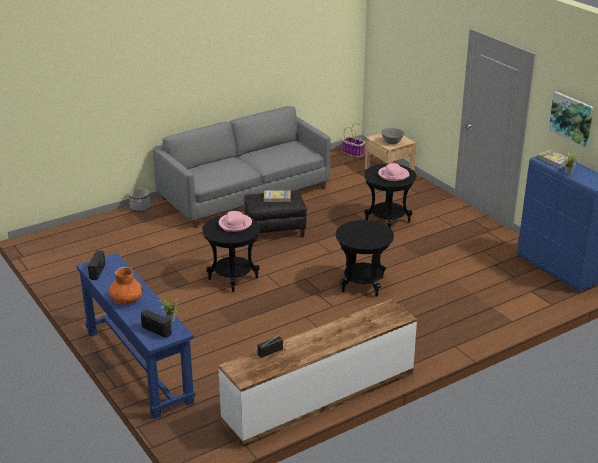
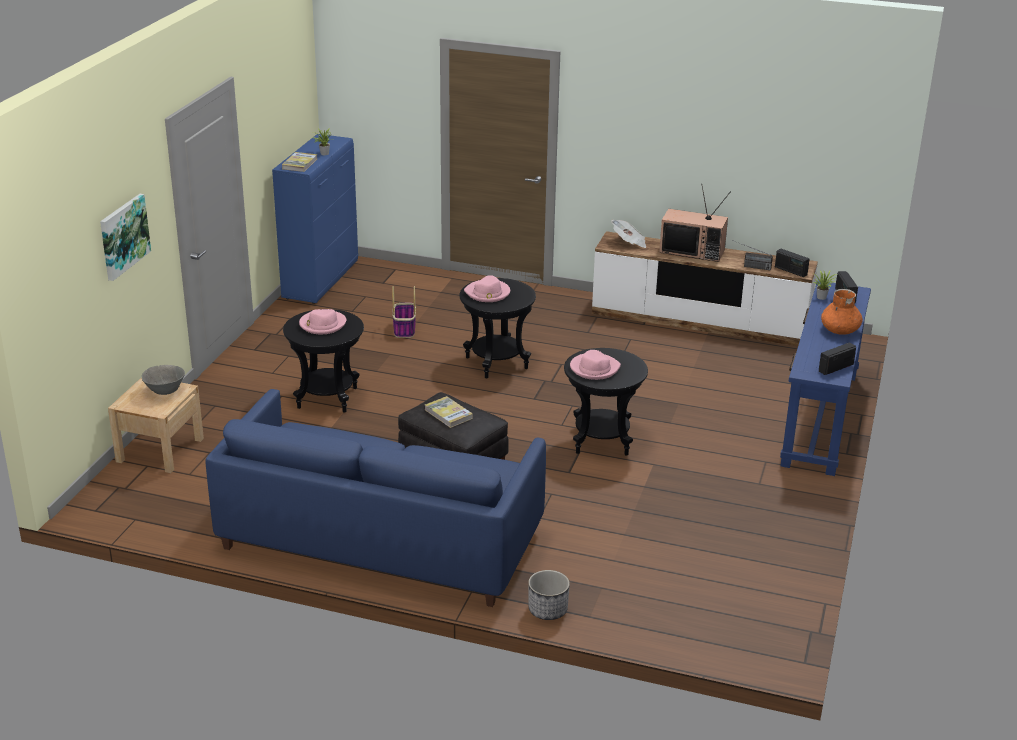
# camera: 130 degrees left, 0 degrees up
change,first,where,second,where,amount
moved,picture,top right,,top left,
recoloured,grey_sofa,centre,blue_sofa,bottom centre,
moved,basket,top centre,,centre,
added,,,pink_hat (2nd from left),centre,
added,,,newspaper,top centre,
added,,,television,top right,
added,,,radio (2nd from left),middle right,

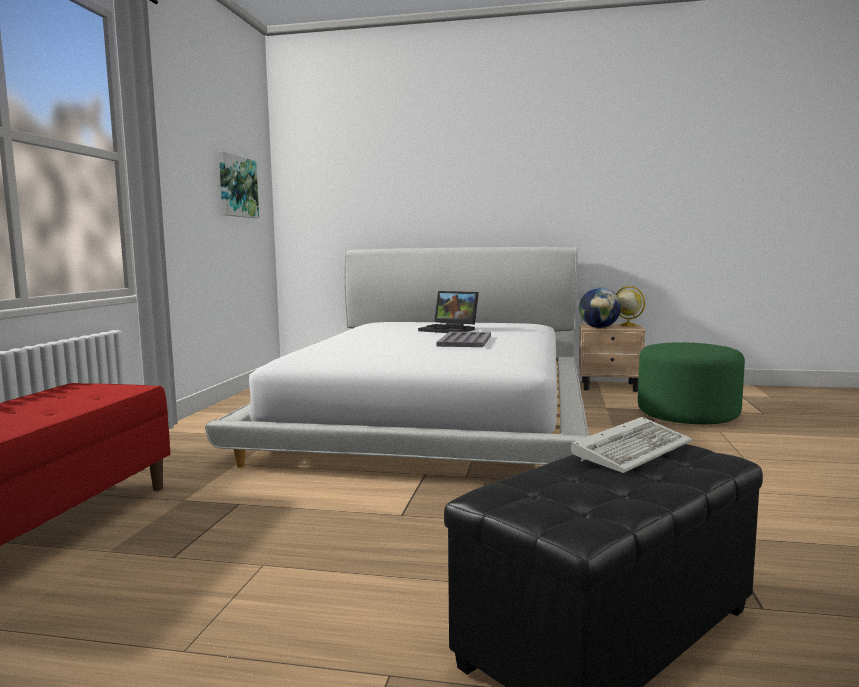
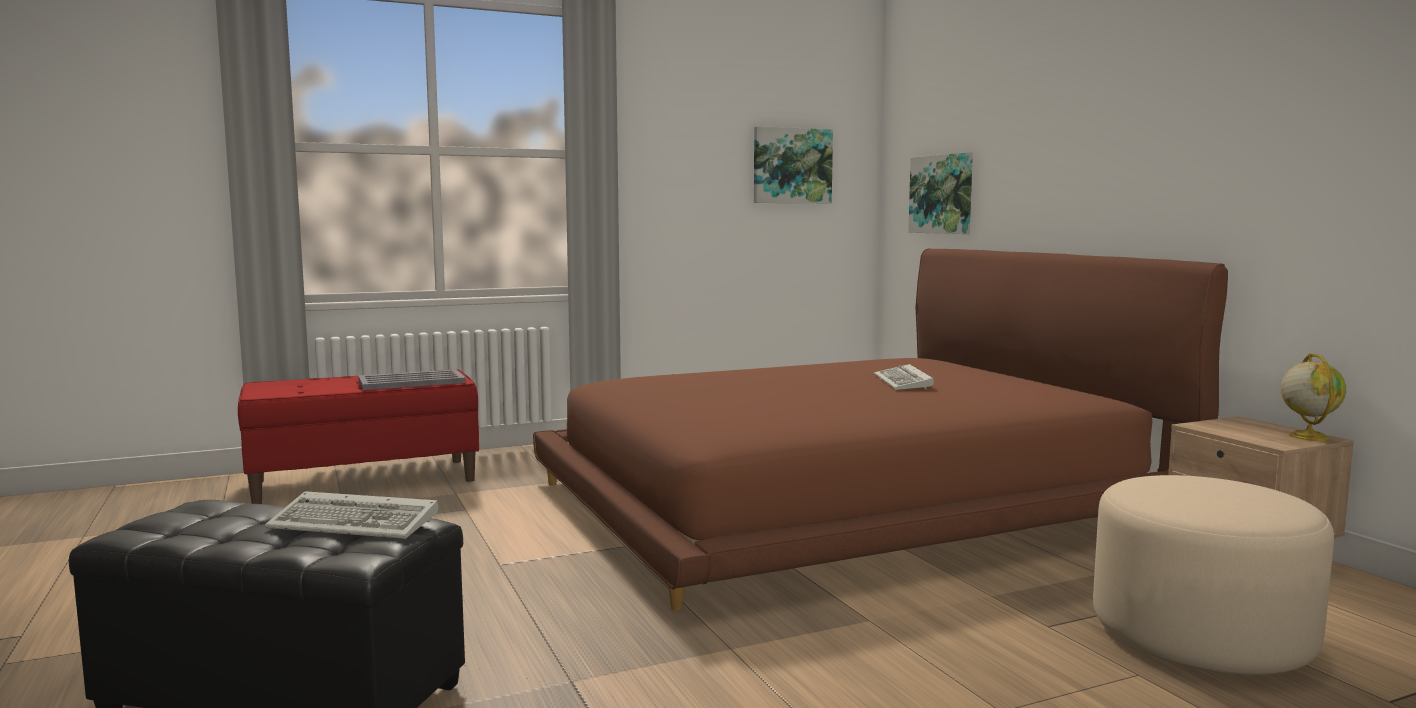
# camera: 55 degrees right, 0 degrees up
change,first,where,second,where,amount
moved,grey_tray,centre,,middle left,
recoloured,white_bed,centre,brown_bed,centre,
replaced,laptop,centre,keyboard (2nd from left),centre,
added,,,picture (2nd from left),top centre,
recoloured,green_ottoman,middle right,beige_ottoman,bottom right,
removed,globe (1st from left),middle right,,,

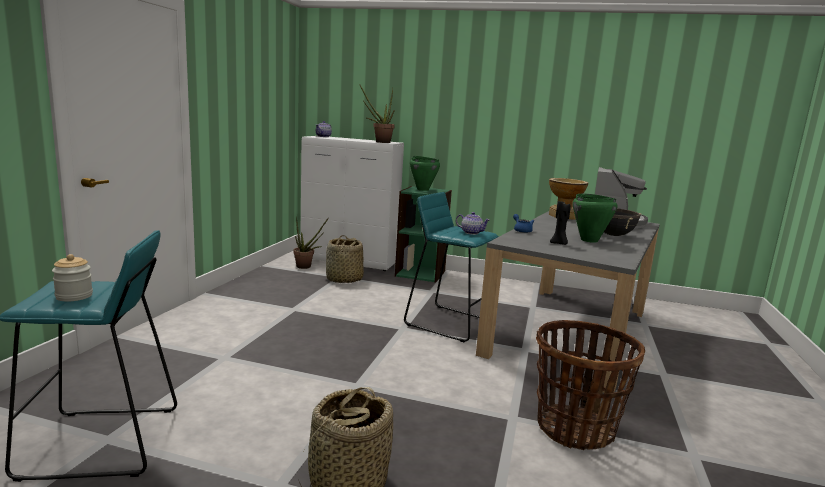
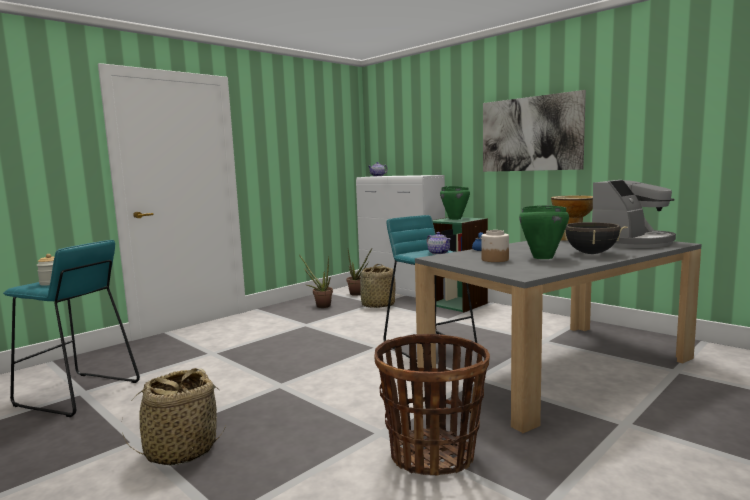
# camera: 30 degrees right, 5 degrees down
change,first,where,second,where,amount
moved,potted_plant (2nd from left in the first image),top centre,potted_plant (1st from left),centre,
replaced,black_candle,middle right,jar (2nd from left),centre,
added,,,picture,top right,

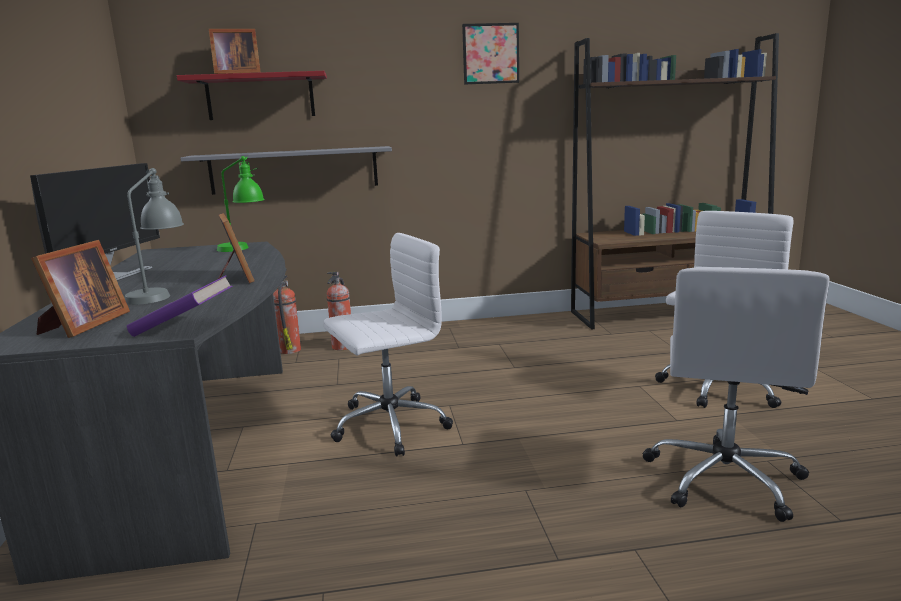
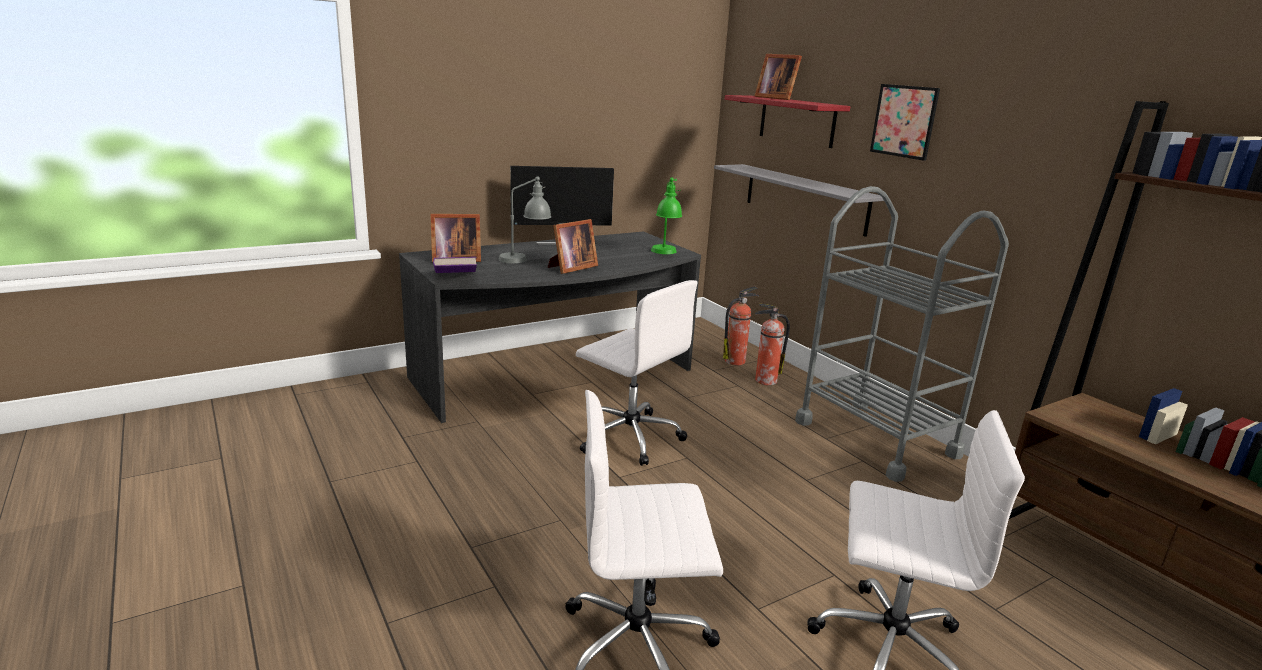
# camera: 65 degrees right, 5 degrees up
change,first,where,second,where,amount
added,,,grey_cart,middle right,
moved,picture,top centre,,top right,

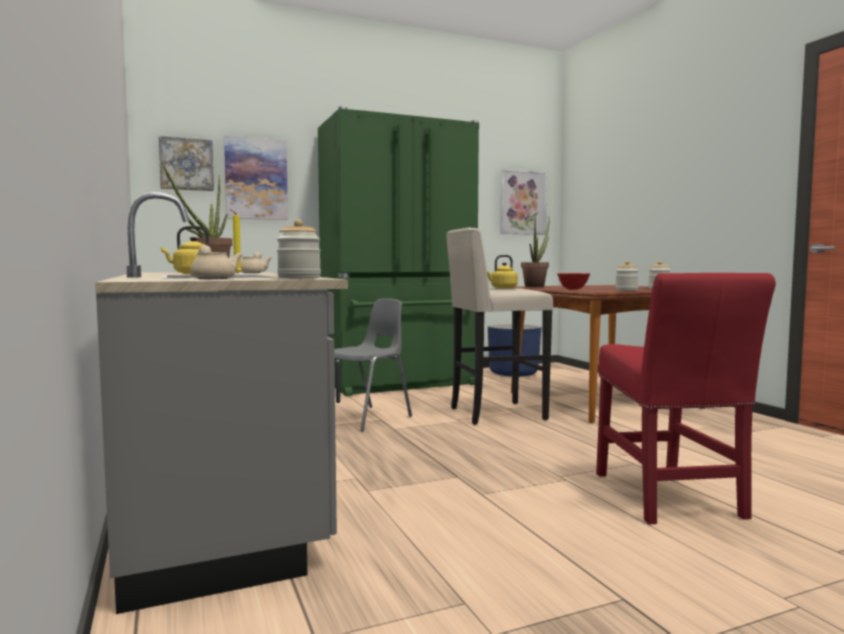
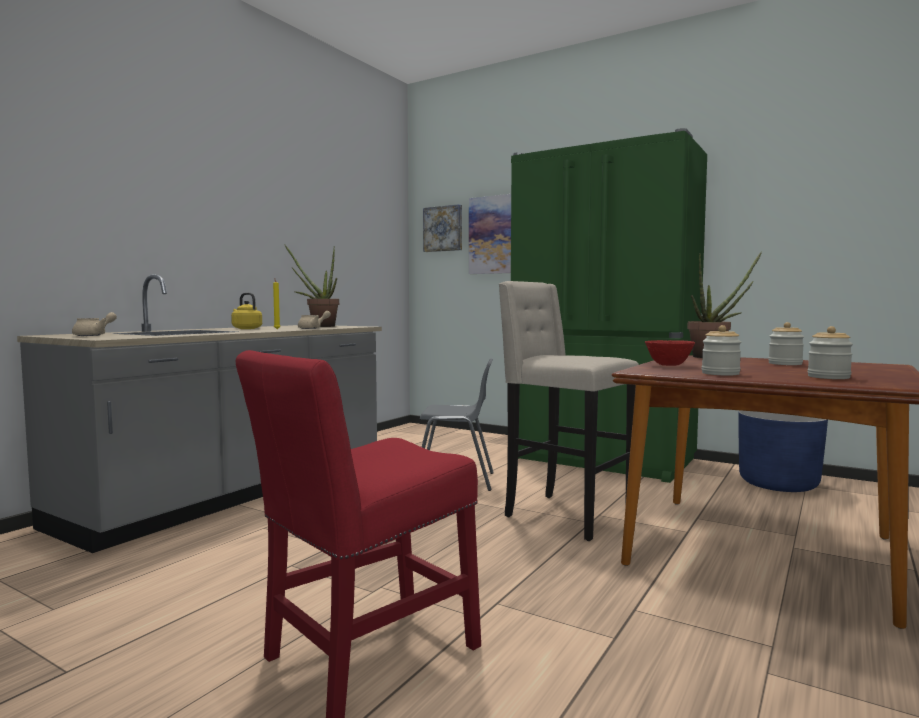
# camera: 55 degrees right, 0 degrees up
change,first,where,second,where,amount
moved,jar (1st from left in the first image),centre,jar (2nd from left),middle right,
removed,yellow_kettle (2nd from left),centre,,,
removed,picture (3rd from left),top centre,,,

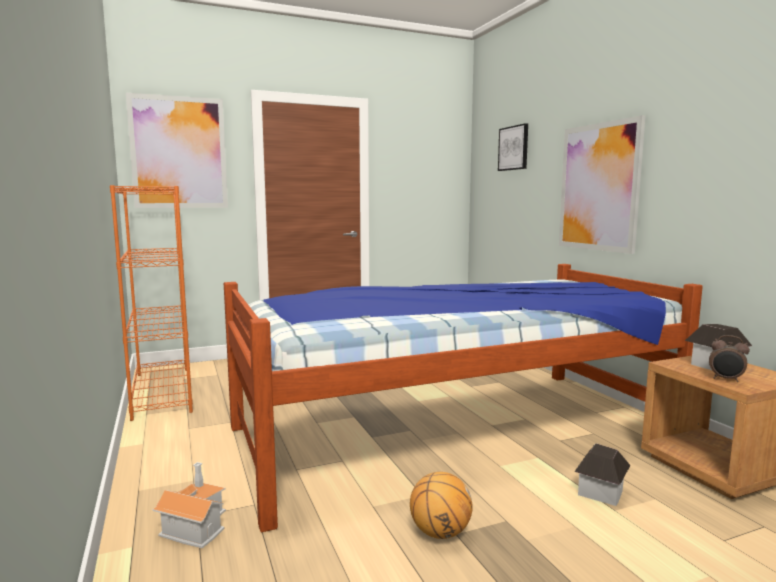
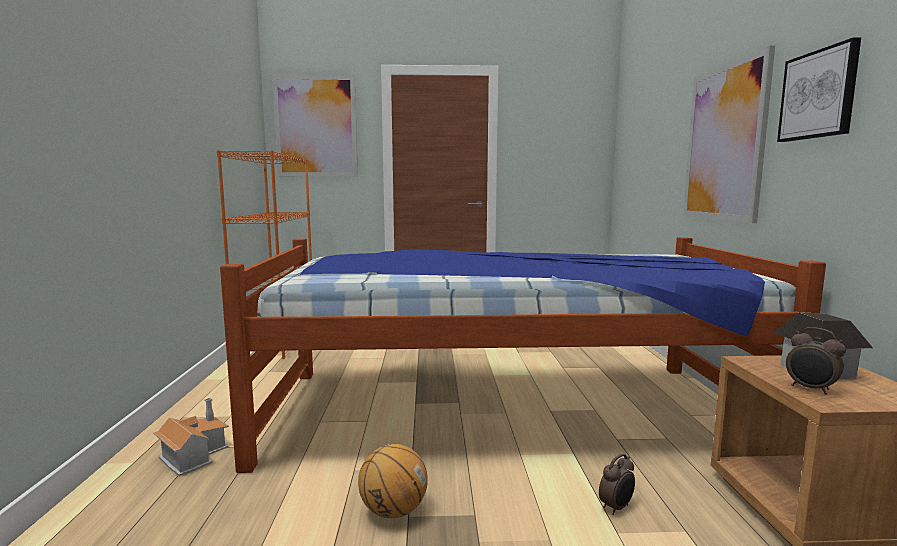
# camera: 20 degrees right, 0 degrees up
change,first,where,second,where,amount
replaced,toy_house (2nd from left),bottom right,alarm_clock (1st from left),bottom right,
moved,picture (2nd from left in the first image),top centre,picture (3rd from left),top right,

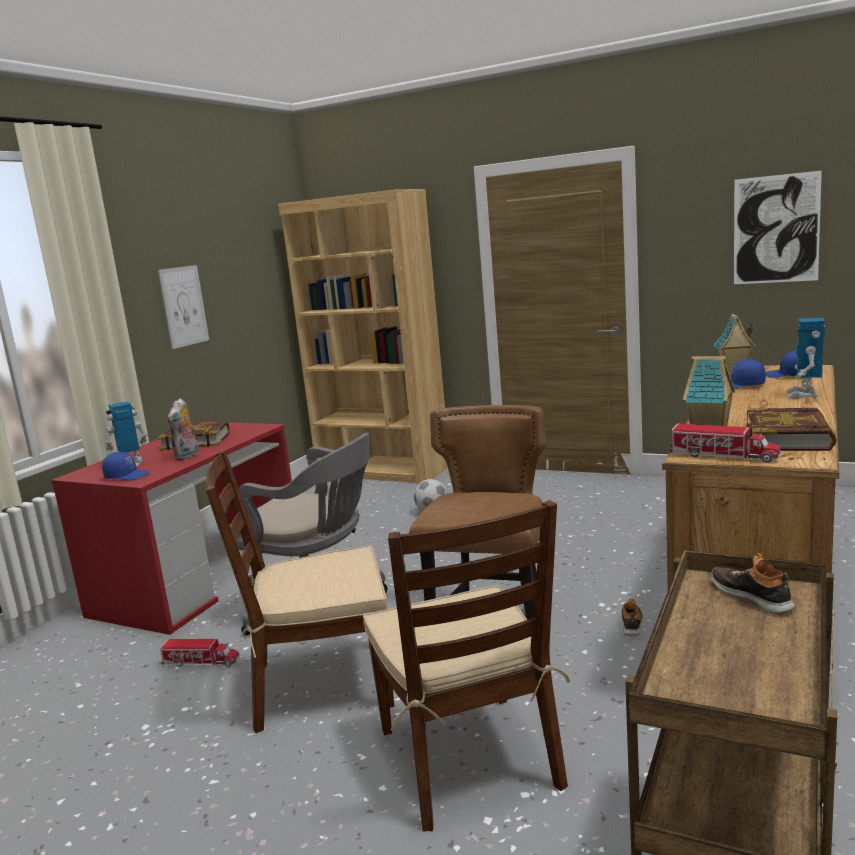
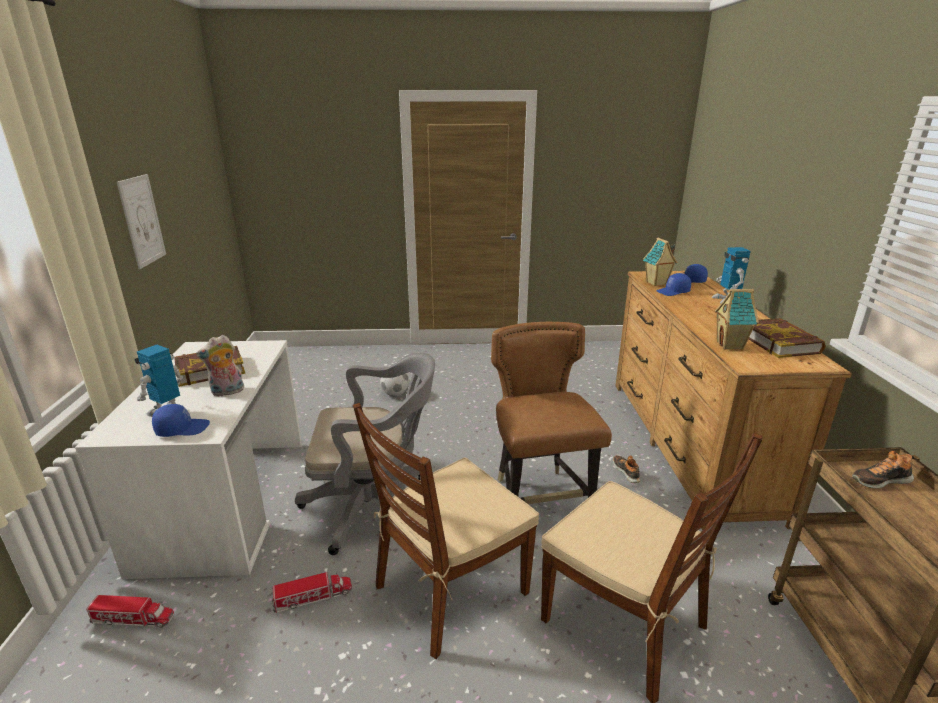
# camera: 30 degrees left, 10 degrees up
change,first,where,second,where,amount
recoloured,red_desk,middle left,white_desk,middle left,
moved,toy_truck (2nd from left in the first image),middle right,toy_truck (1st from left),bottom left,
turned,plush_toy,middle left,,middle left,75 degrees clockwise
turned,shoe (2nd from left),bottom right,,bottom right,45 degrees counterclockwise
removed,brown_bookcase,centre,,,
removed,picture (2nd from left),top right,,,

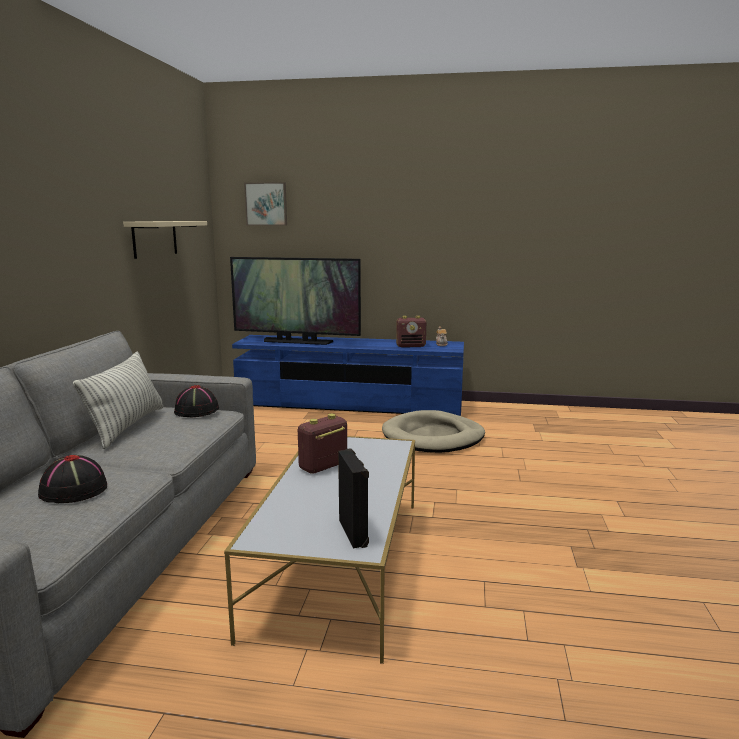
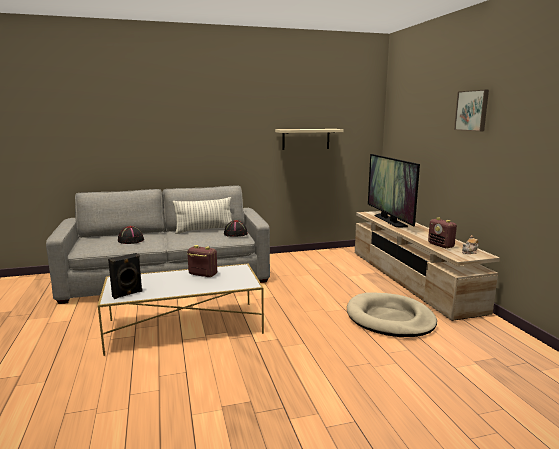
# camera: 65 degrees right, 0 degrees up
change,first,where,second,where,amount
recoloured,blue_tv_stand,centre,beige_tv_stand,middle right,
moved,picture,top centre,,top right,

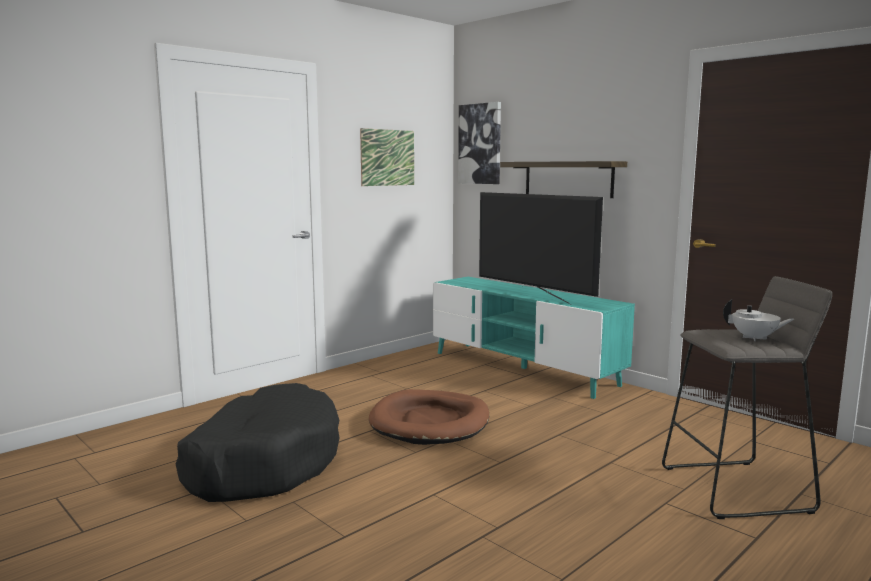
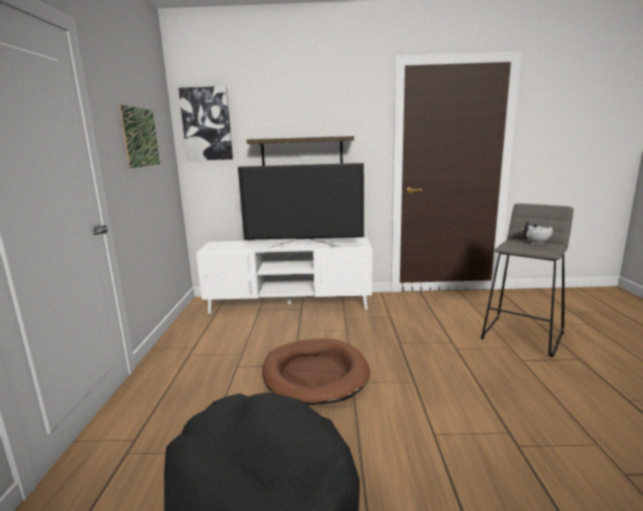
# camera: 45 degrees left, 5 degrees up
change,first,where,second,where,amount
recoloured,turquoise_tv_stand,centre,white_tv_stand,centre,

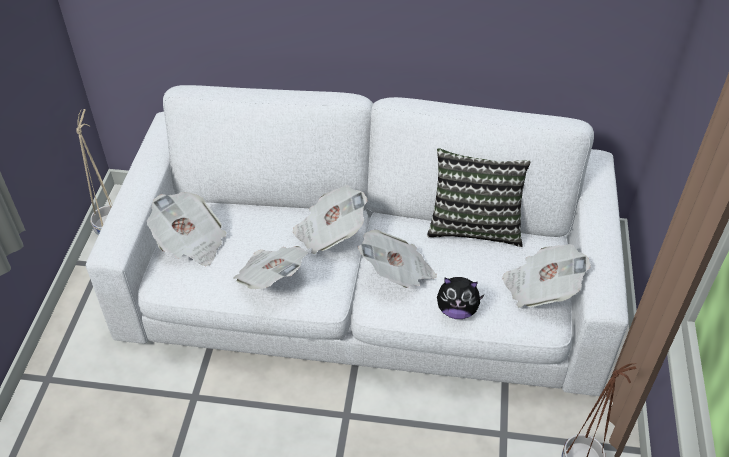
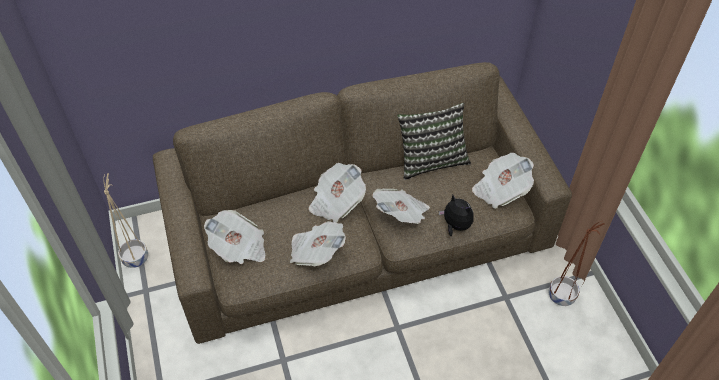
# camera: 25 degrees left, 5 degrees up
change,first,where,second,where,amount
recoloured,white_sofa,centre,brown_sofa,centre,
turned,plush_toy,centre,,centre,120 degrees counterclockwise

